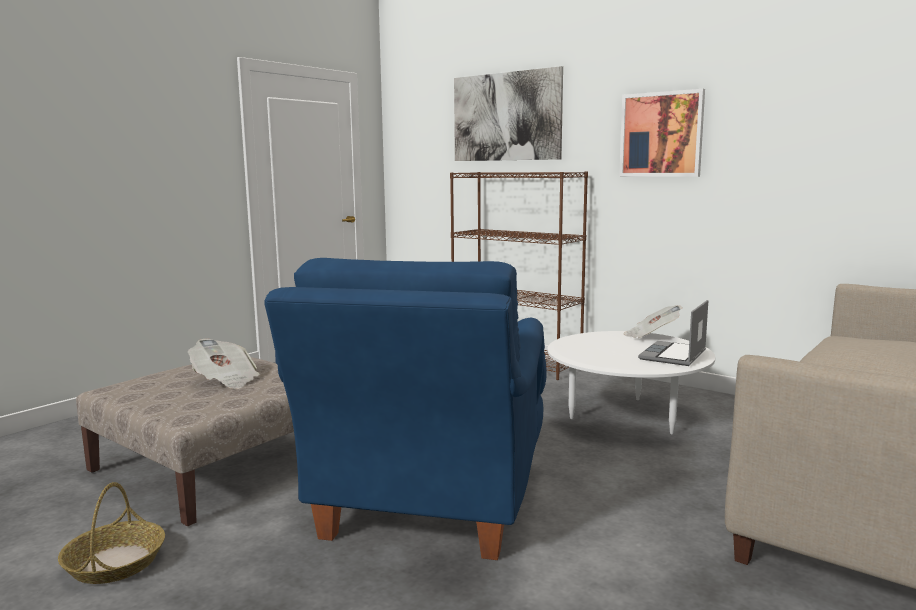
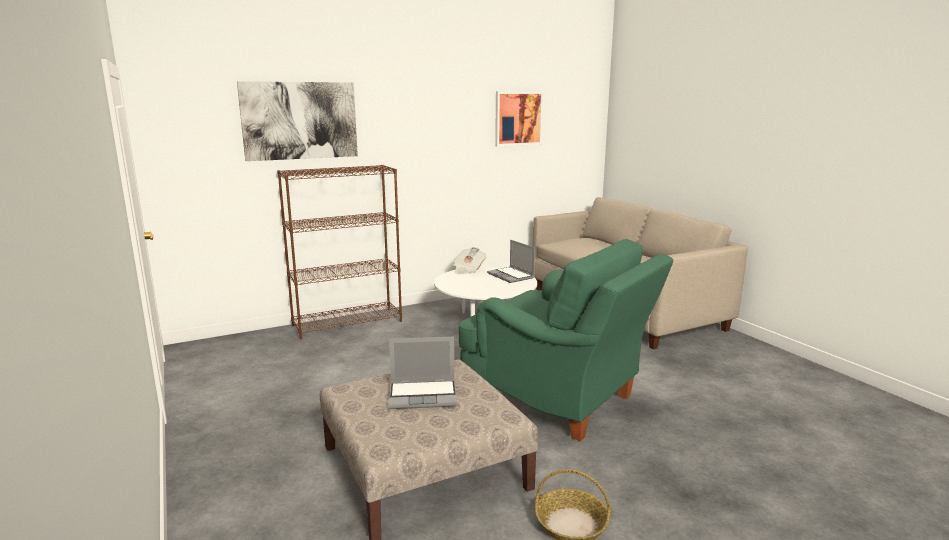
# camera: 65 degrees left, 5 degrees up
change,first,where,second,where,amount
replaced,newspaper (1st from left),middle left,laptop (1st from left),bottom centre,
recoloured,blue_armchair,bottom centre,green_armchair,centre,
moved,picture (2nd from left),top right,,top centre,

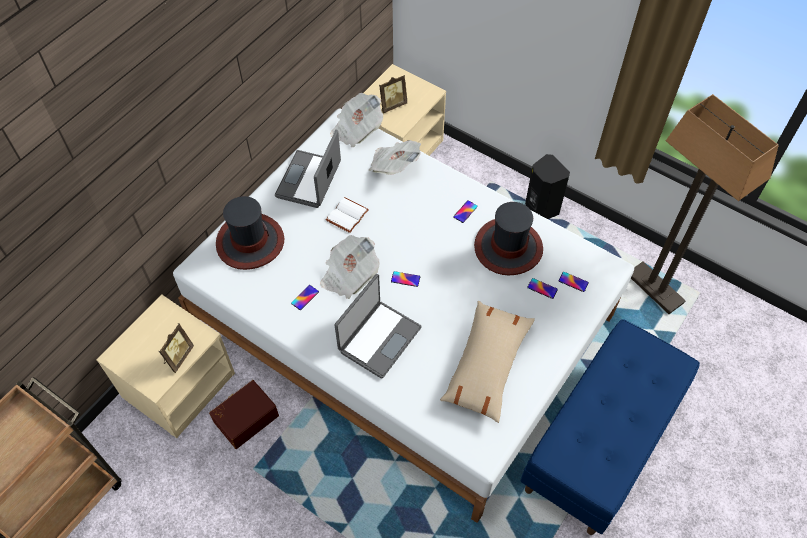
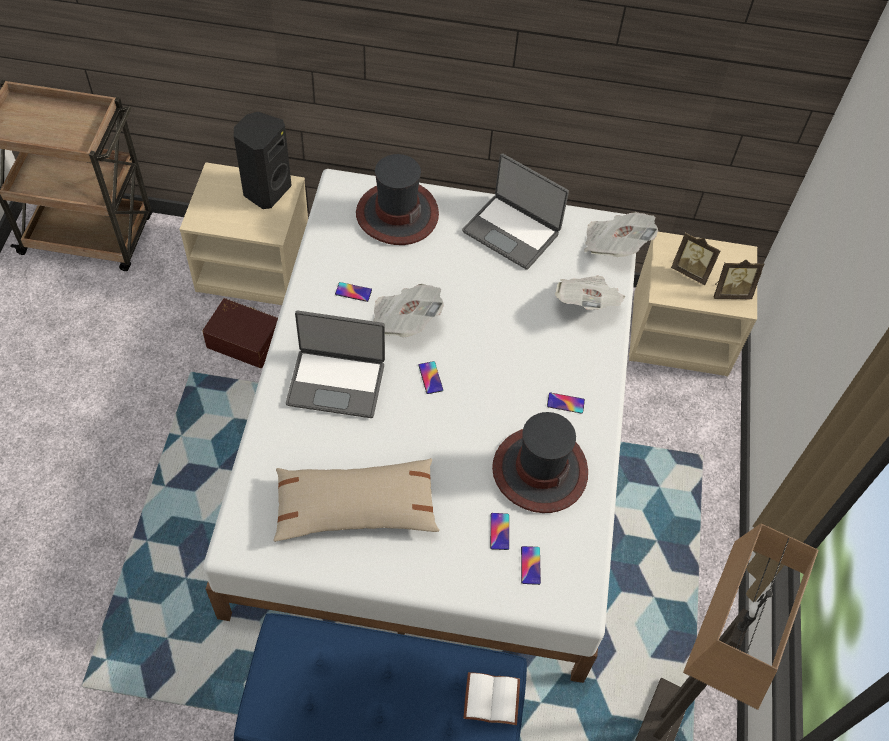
# camera: 60 degrees right, 0 degrees up
change,first,where,second,where,amount
moved,black_speaker,middle right,,top left,
turned,laptop (1st from left in the first image),top centre,laptop (2nd from left),top centre,135 degrees counterclockwise
moved,white_book,centre,,bottom centre,
moved,picture_frame (1st from left in the first image),middle left,picture_frame (2nd from left),middle right,

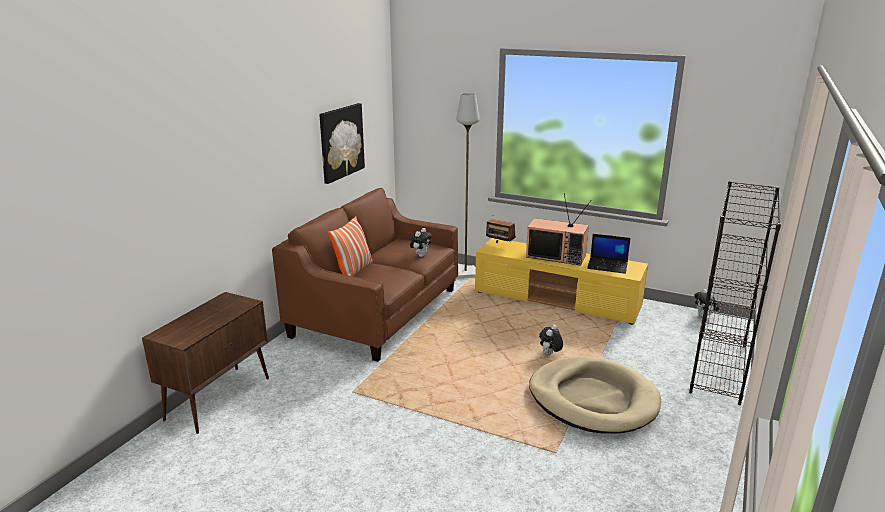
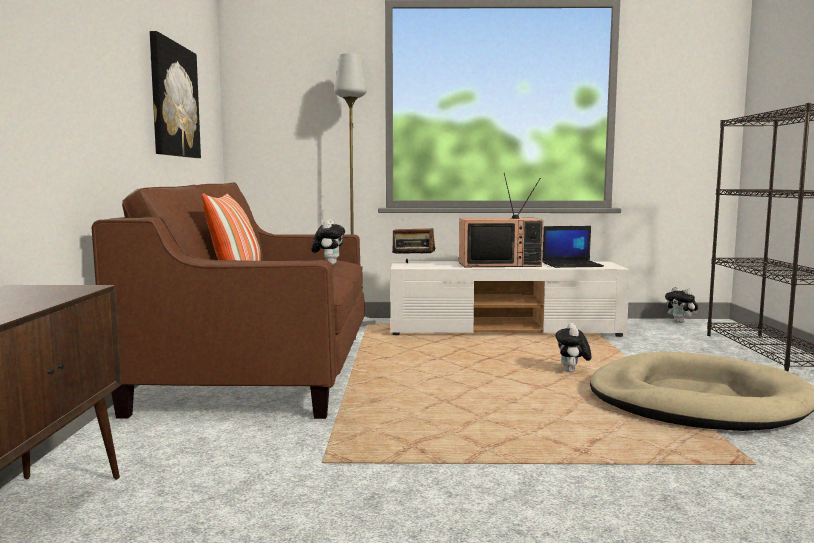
# camera: 25 degrees left, 15 degrees down
change,first,where,second,where,amount
recoloured,yellow_tv_stand,centre,white_tv_stand,centre,

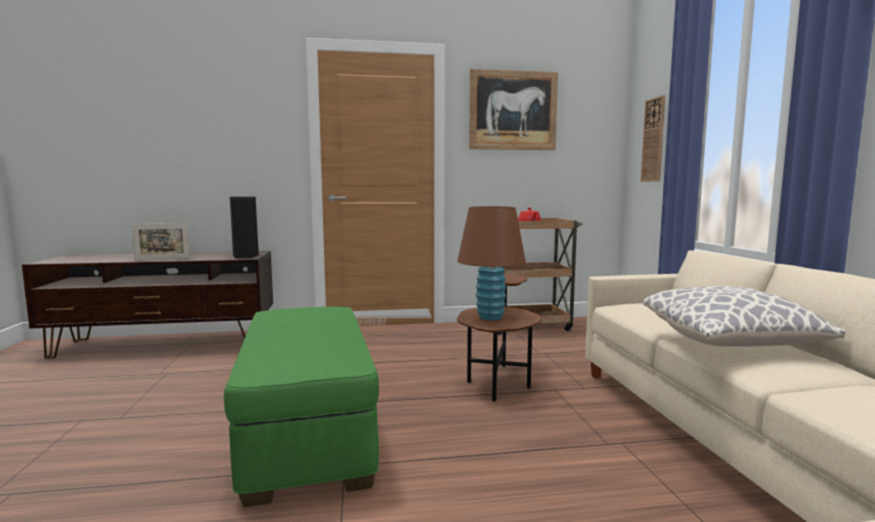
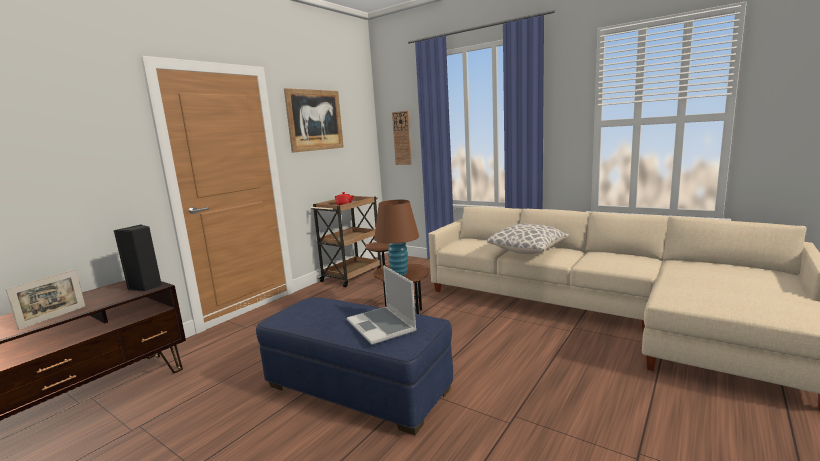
# camera: 45 degrees left, 5 degrees up
change,first,where,second,where,amount
recoloured,green_ottoman,bottom centre,blue_ottoman,bottom centre,
added,,,laptop,centre,

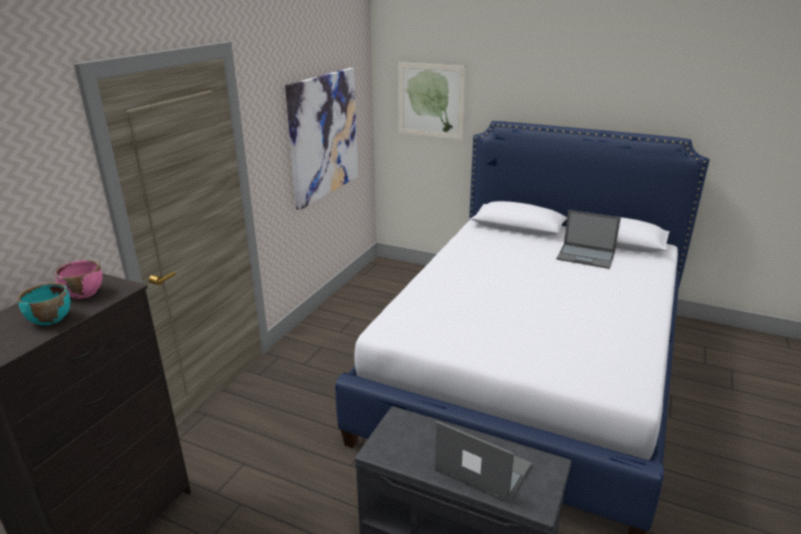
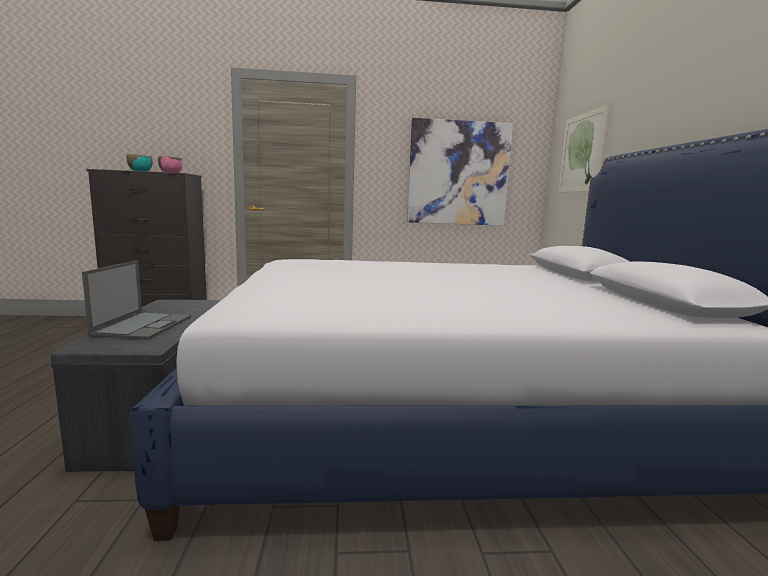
# camera: 60 degrees right, 15 degrees down
change,first,where,second,where,amount
removed,laptop (2nd from left),middle right,,,

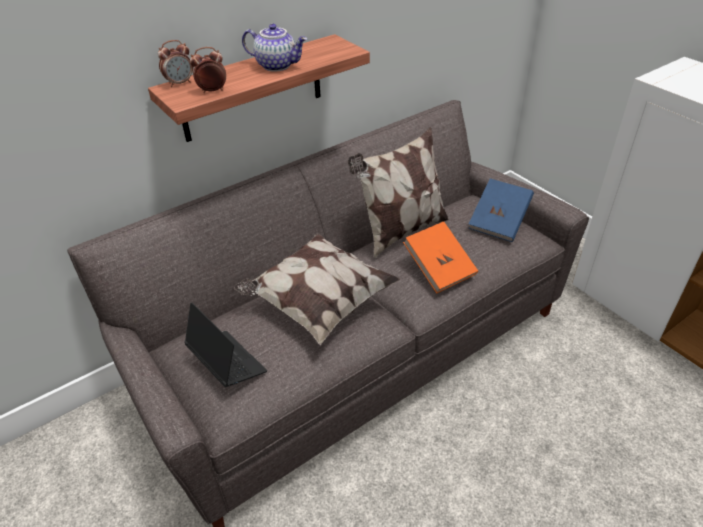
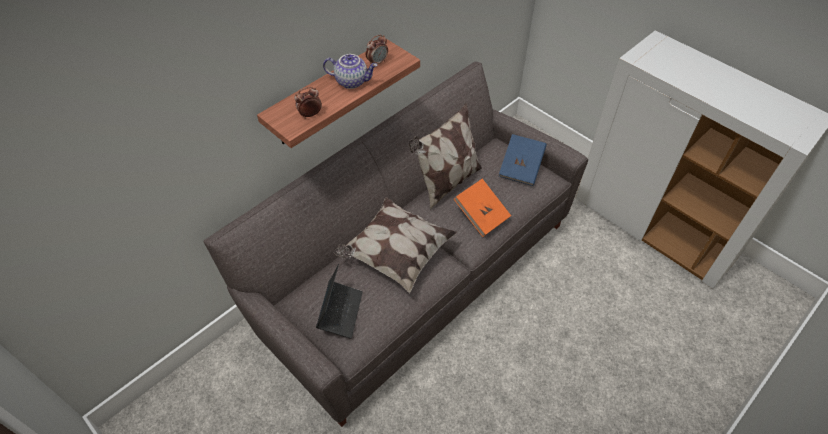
# camera: 10 degrees left, 10 degrees up
change,first,where,second,where,amount
turned,laptop,middle left,,bottom centre,60 degrees clockwise
moved,alarm_clock (1st from left in the first image),top left,alarm_clock (2nd from left),top centre,

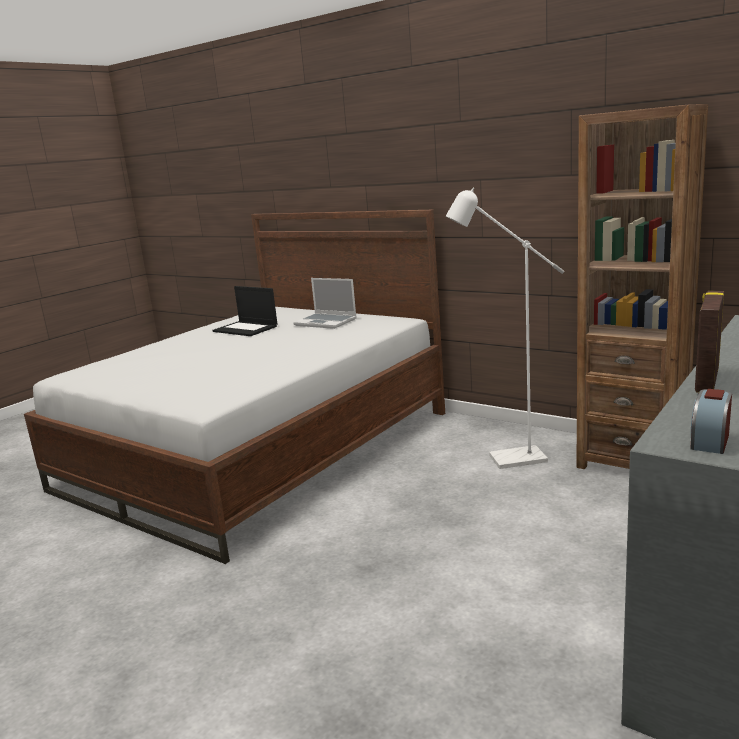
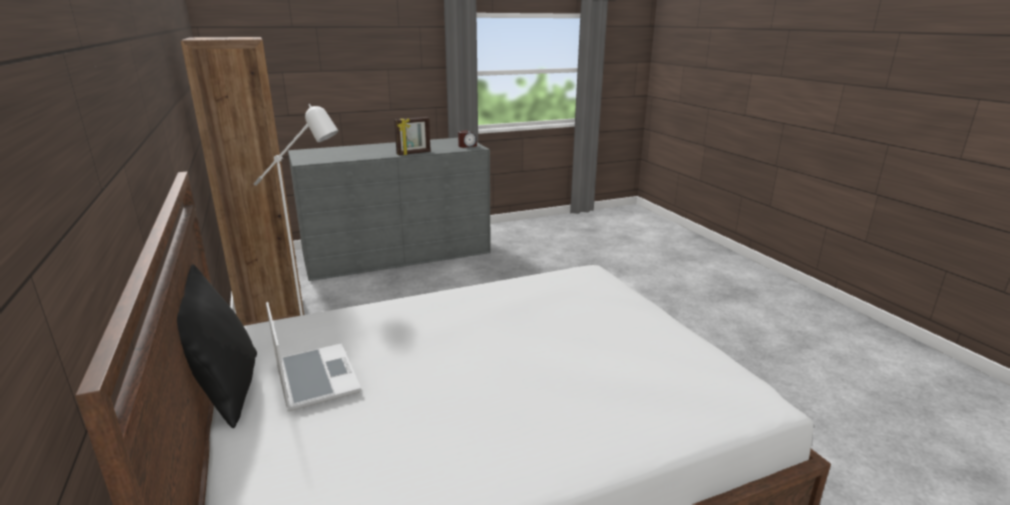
# camera: 150 degrees left, 5 degrees up
change,first,where,second,where,amount
added,,,black_pillow,bottom left,
removed,laptop (1st from left),middle left,,,

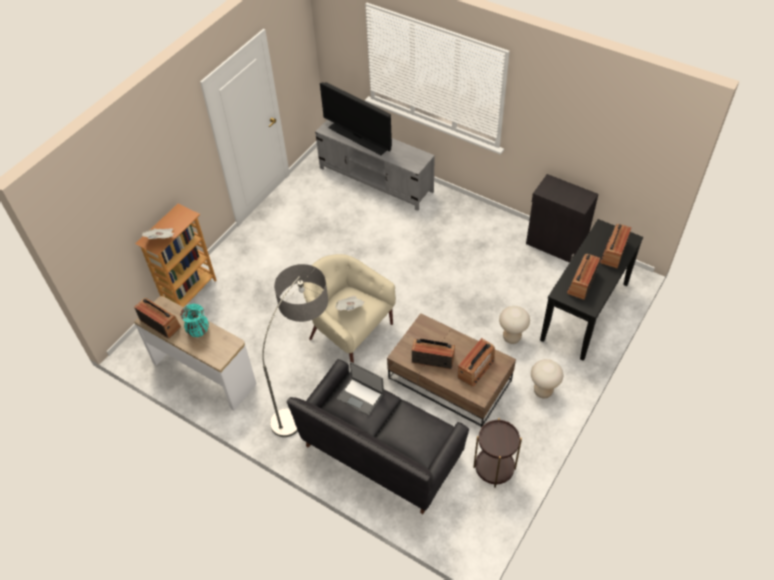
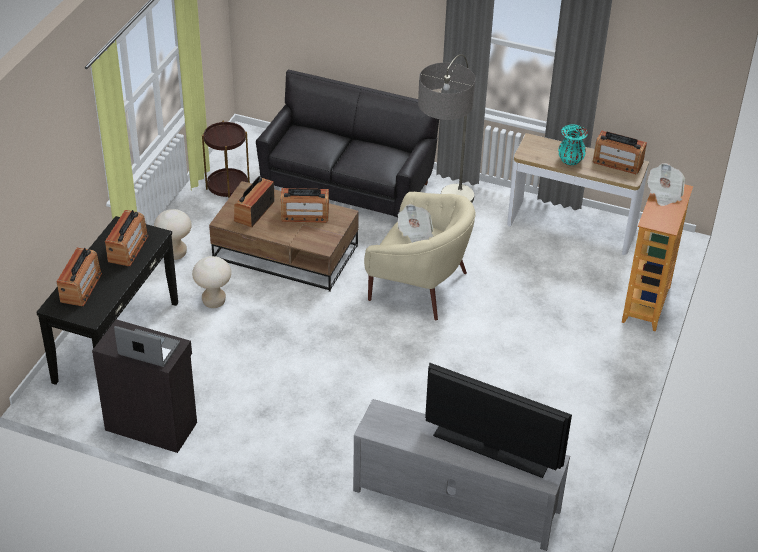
# camera: 165 degrees right, 10 degrees down
change,first,where,second,where,amount
moved,laptop,bottom centre,,middle left,

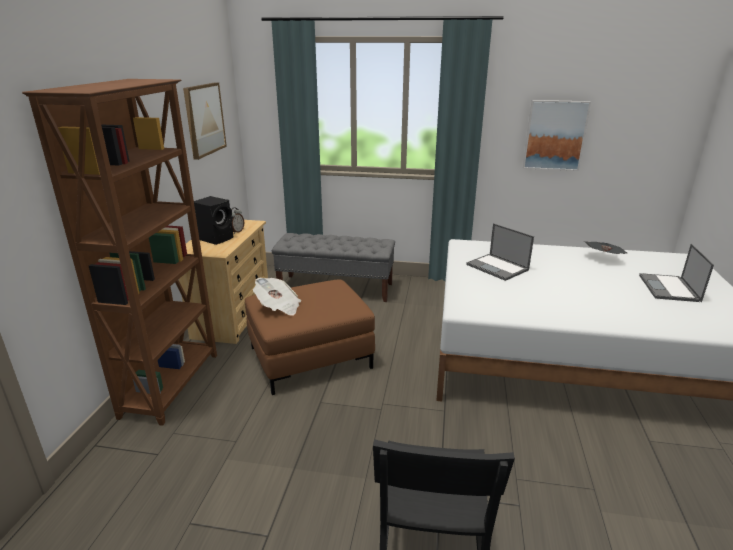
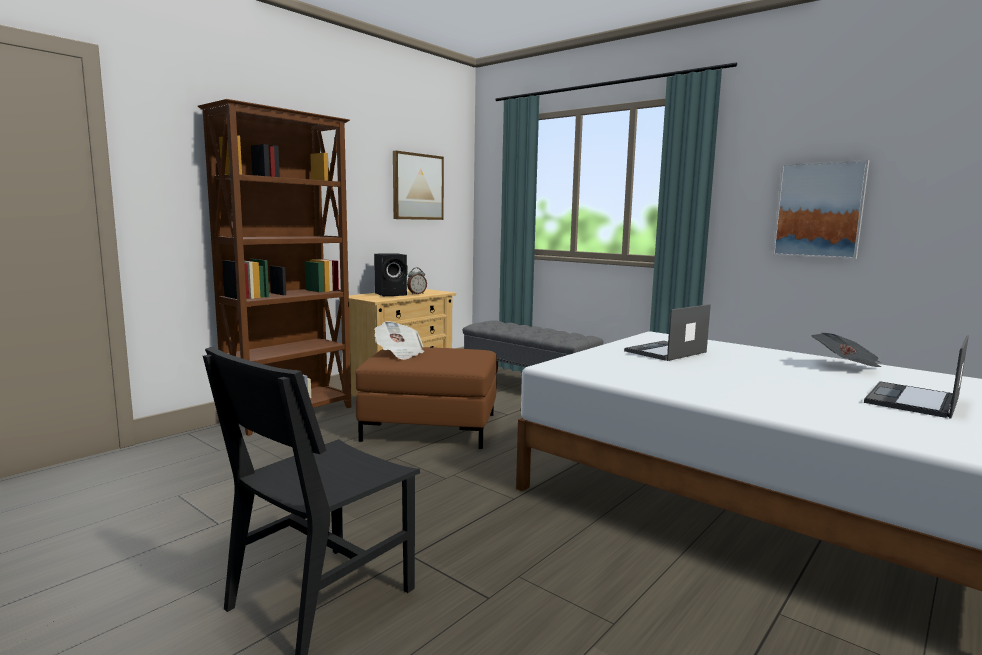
# camera: 30 degrees right, 15 degrees down
change,first,where,second,where,amount
turned,laptop (1st from left),middle right,,middle right,60 degrees clockwise

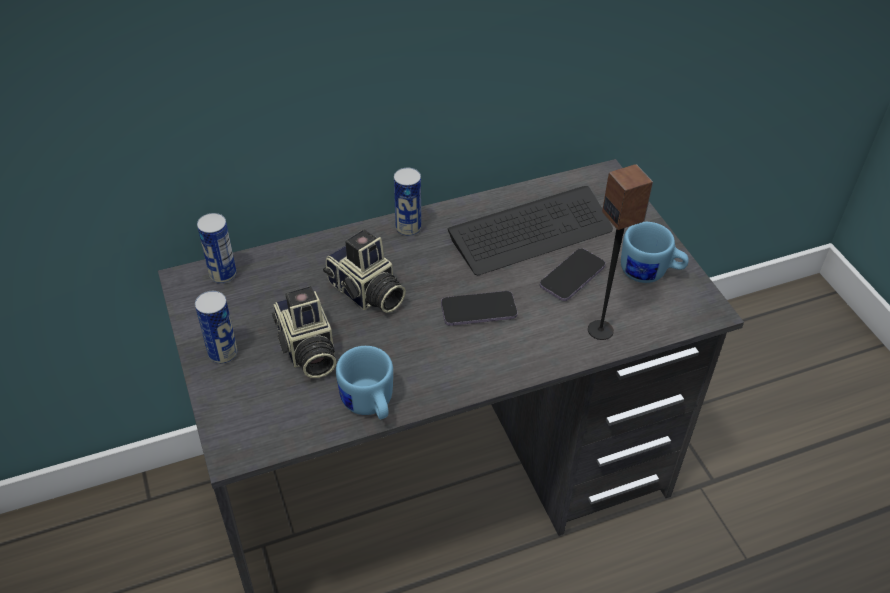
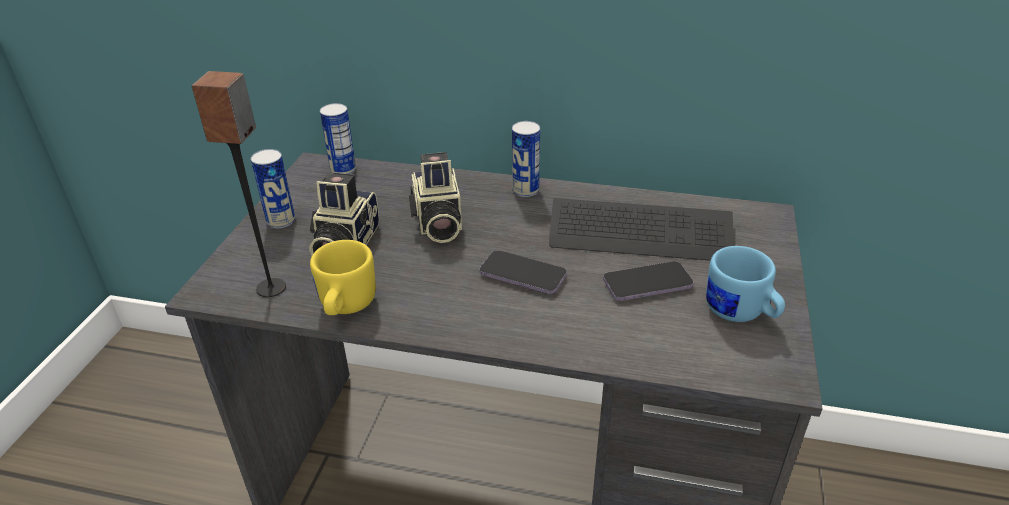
# camera: 35 degrees right, 10 degrees down
change,first,where,second,where,amount
moved,speaker,middle right,,middle left,
recoloured,blue_mug (1st from left),centre,yellow_mug,centre,

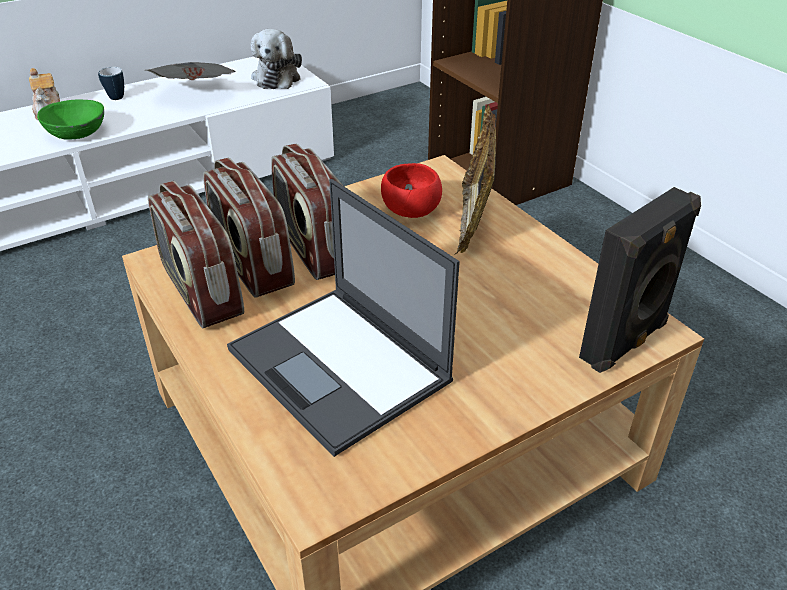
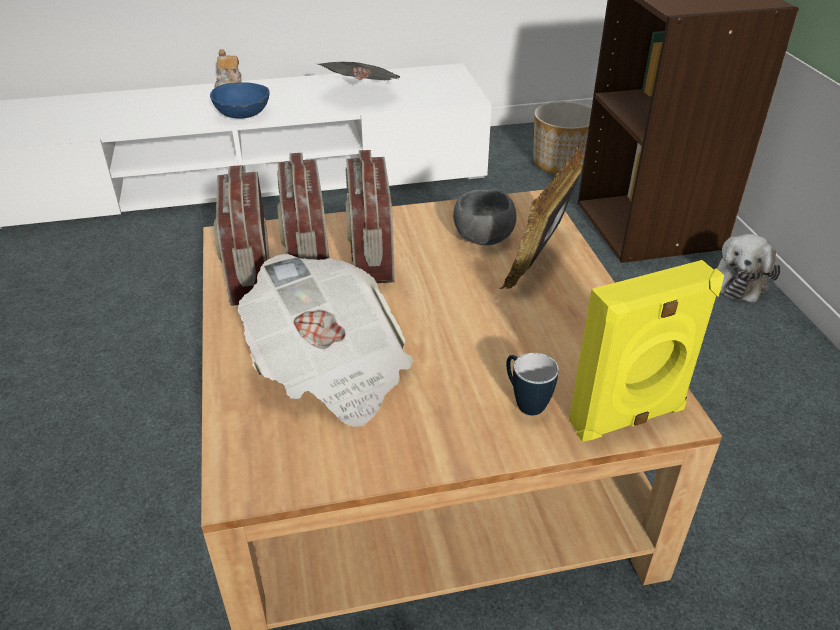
# camera: 20 degrees right, 0 degrees up
change,first,where,second,where,amount
recoloured,green_bowl,top left,blue_bowl,top left,
replaced,laptop,centre,newspaper (1st from left),centre,
recoloured,red_bowl,top centre,grey_bowl,centre,
moved,mug,top left,,centre,
added,,,planter,top right,
recoloured,black_speaker,middle right,yellow_speaker,middle right,
moved,plush_toy,top centre,,middle right,

